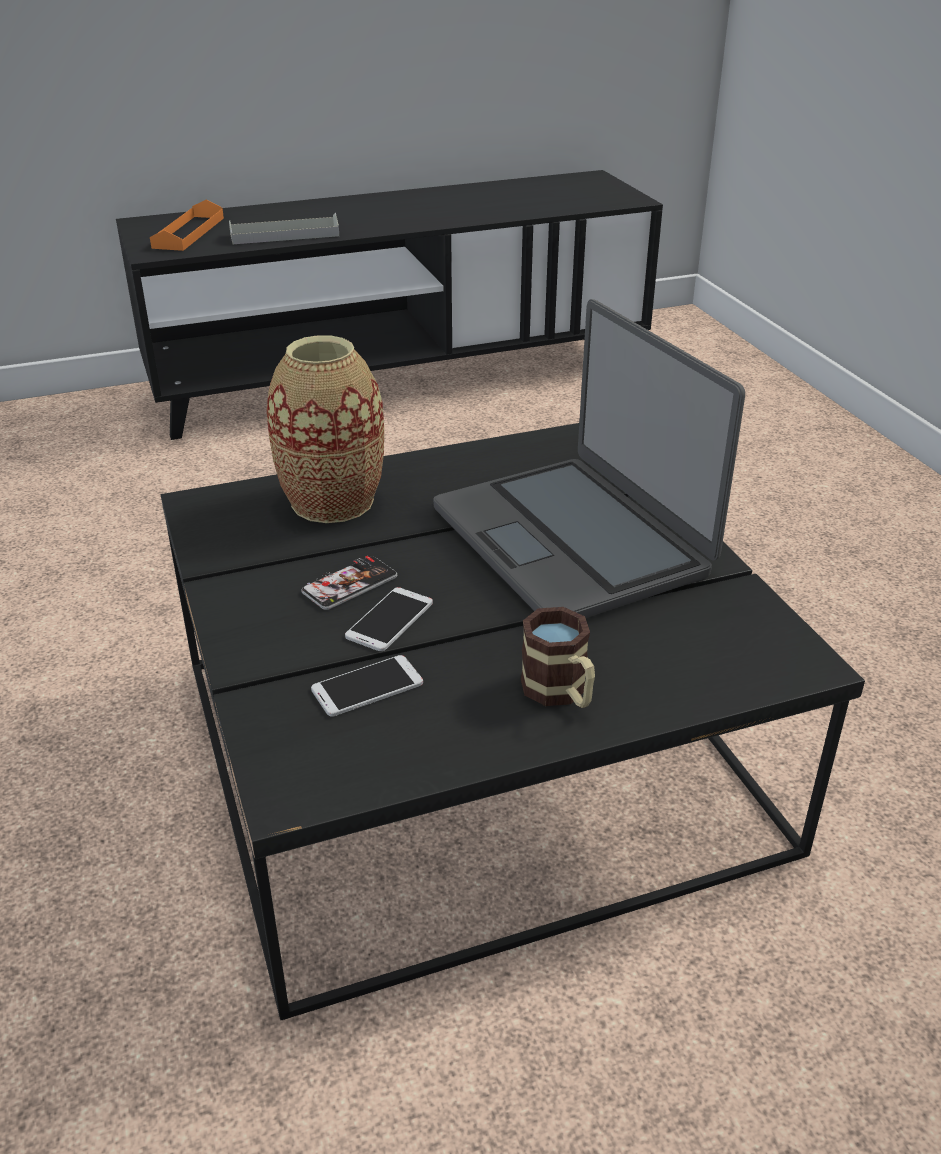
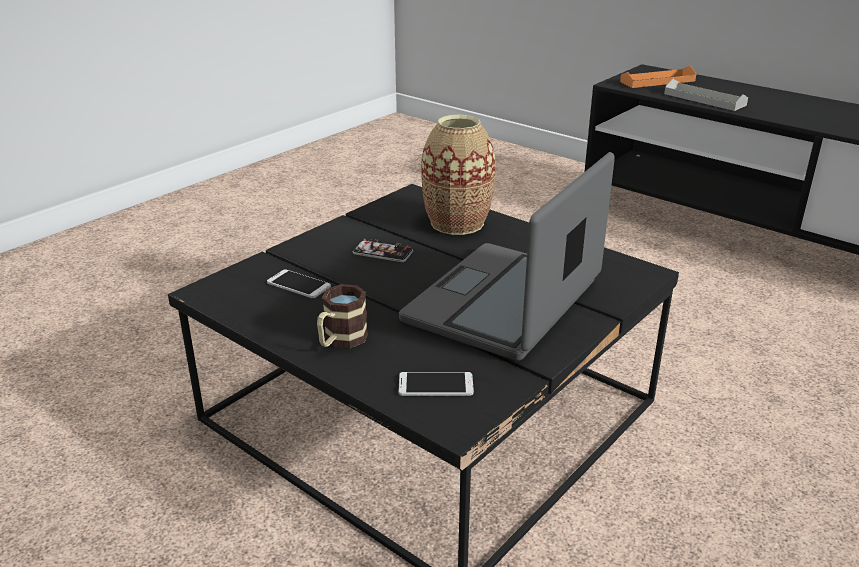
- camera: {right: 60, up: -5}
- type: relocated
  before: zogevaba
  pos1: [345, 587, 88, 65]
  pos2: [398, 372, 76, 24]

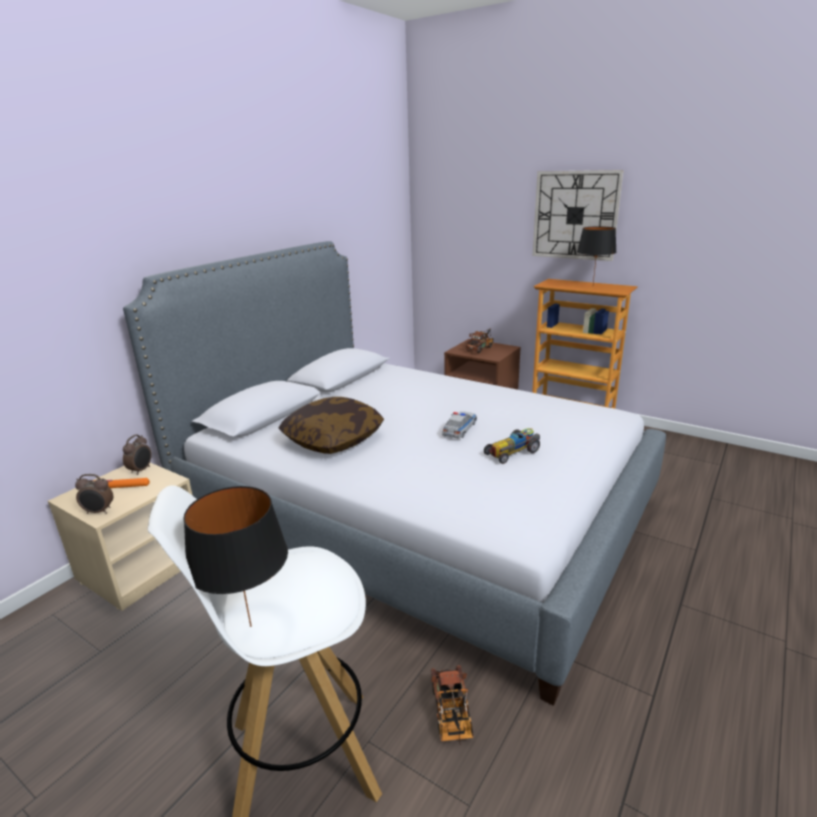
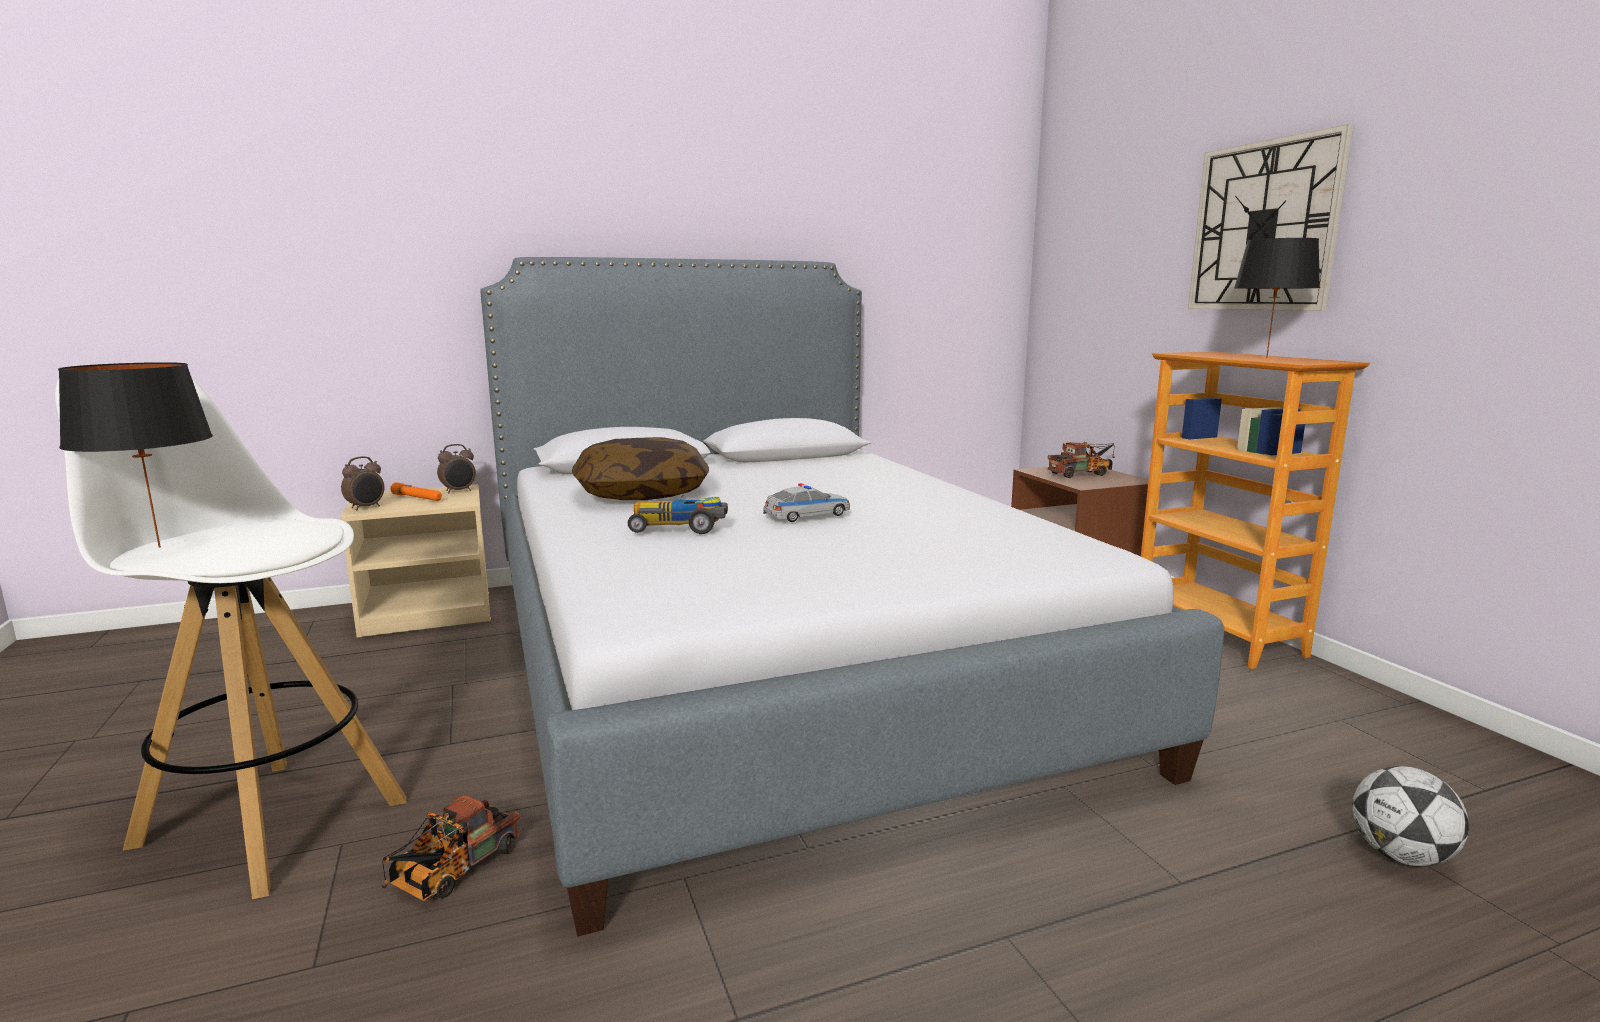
- camera: {right: 35, up: -10}
- type: relocated
  before: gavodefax
  pos1: [484, 428, 56, 36]
  pos2: [628, 495, 100, 39]
- type: spun
  before: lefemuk
  pos1: [75, 474, 38, 40]
  pos2: [341, 456, 44, 55]
  turn: -90
- type: appeared
  after: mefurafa
  pos2: [1353, 766, 116, 101]

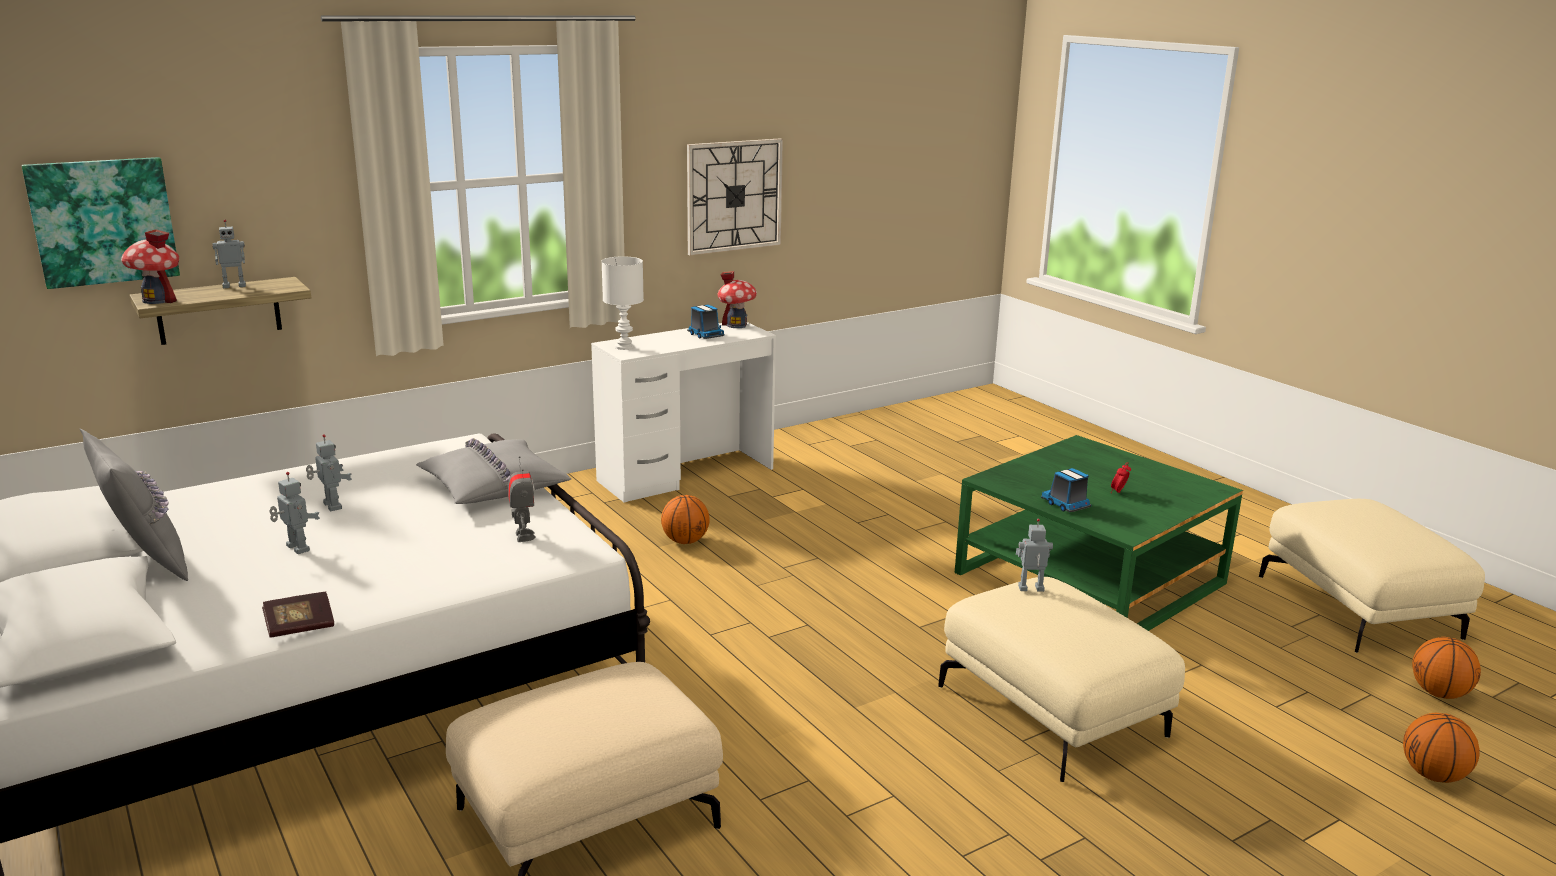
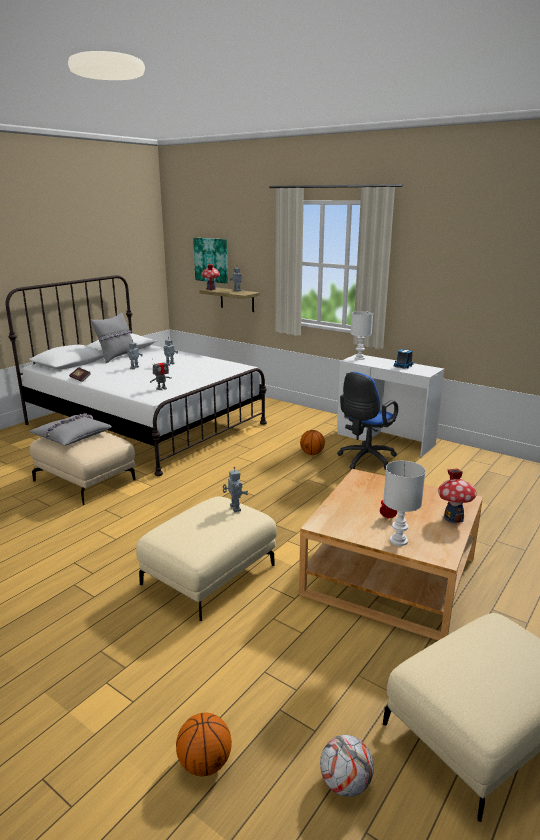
- camera: {right: 70, up: 0}
- type: missing
  before: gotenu
  pos1: [687, 138, 96, 117]
- type: relocated
  before: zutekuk
  pos1: [717, 271, 40, 57]
  pos2: [438, 469, 39, 54]
- type: colour
  before: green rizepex
  after: beige rizepex
  pos1: [955, 435, 288, 196]
  pos2: [299, 469, 184, 172]
- type: relocated
  before: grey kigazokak
  pos1: [416, 438, 155, 66]
  pos2: [29, 413, 83, 33]
- type: missing
  before: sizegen
  pos1: [1041, 468, 50, 44]
- type: exchanged
  before: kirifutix
  after: mefurafa
  pos1: [1412, 637, 69, 62]
  pos2: [320, 735, 54, 62]
- type: appeared
  after: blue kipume
  pos2: [338, 372, 60, 98]
- type: appeared
  after: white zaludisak
  pos2: [383, 461, 43, 85]

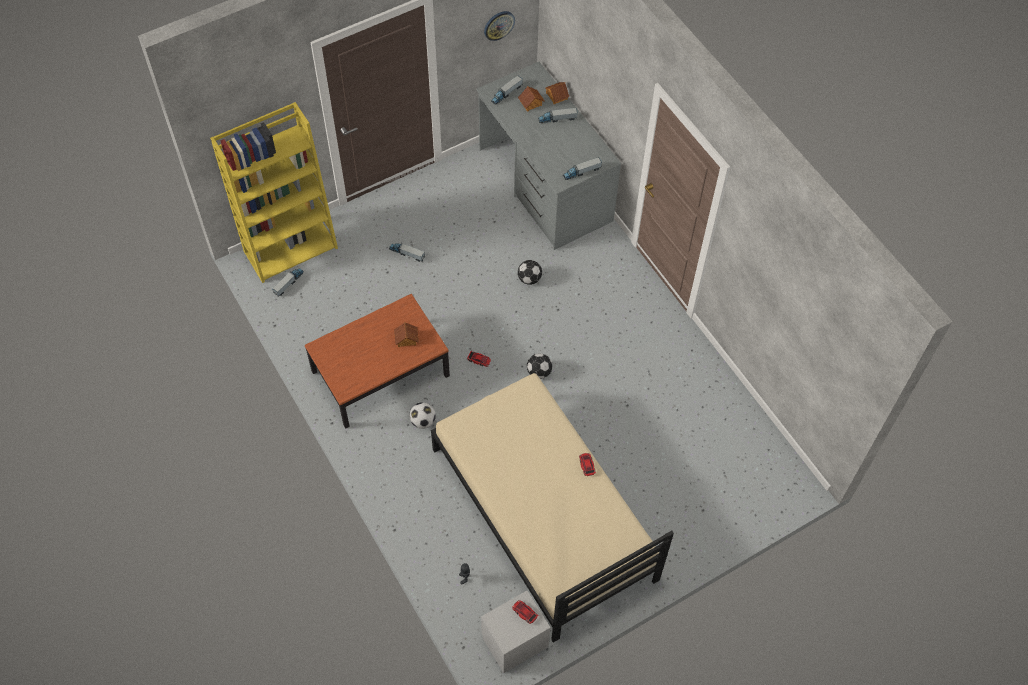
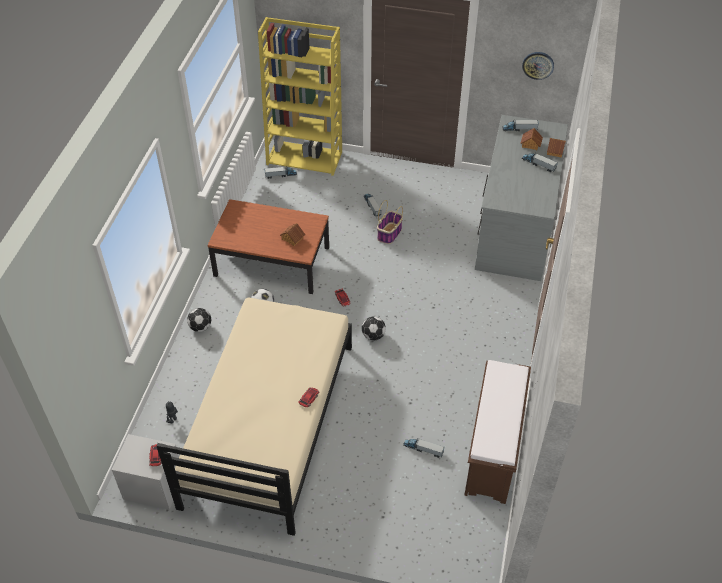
- camera: {right: 45, up: -10}
- type: relocated
  before: sizegen
  pos1: [563, 157, 39, 23]
  pos2: [403, 438, 42, 20]
- type: relocated
  before: mefurafa
  pos1: [518, 260, 24, 25]
  pos2: [187, 308, 24, 24]
- type: appeared
  after: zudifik
  pos2: [377, 200, 26, 44]
- type: appeared
  after: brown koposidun
  pos2: [465, 360, 66, 144]

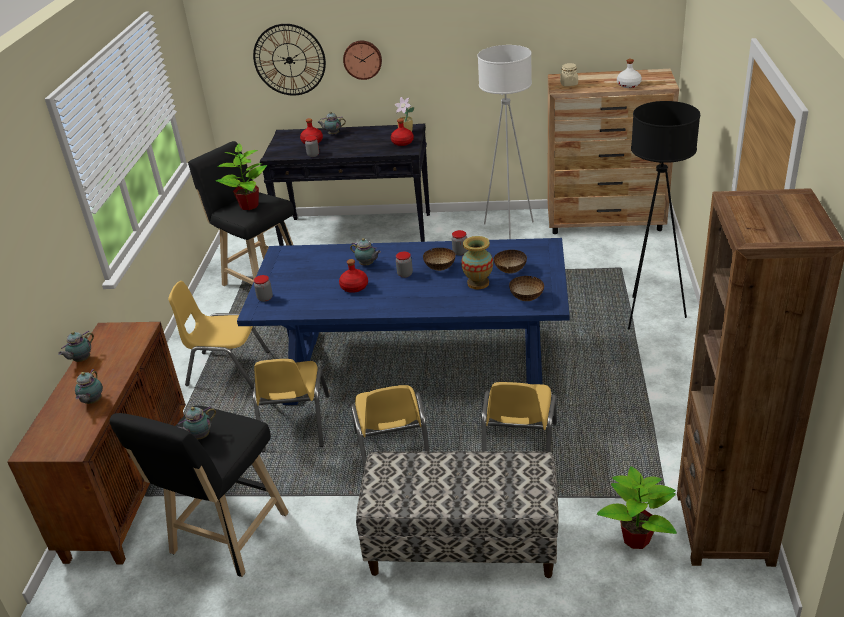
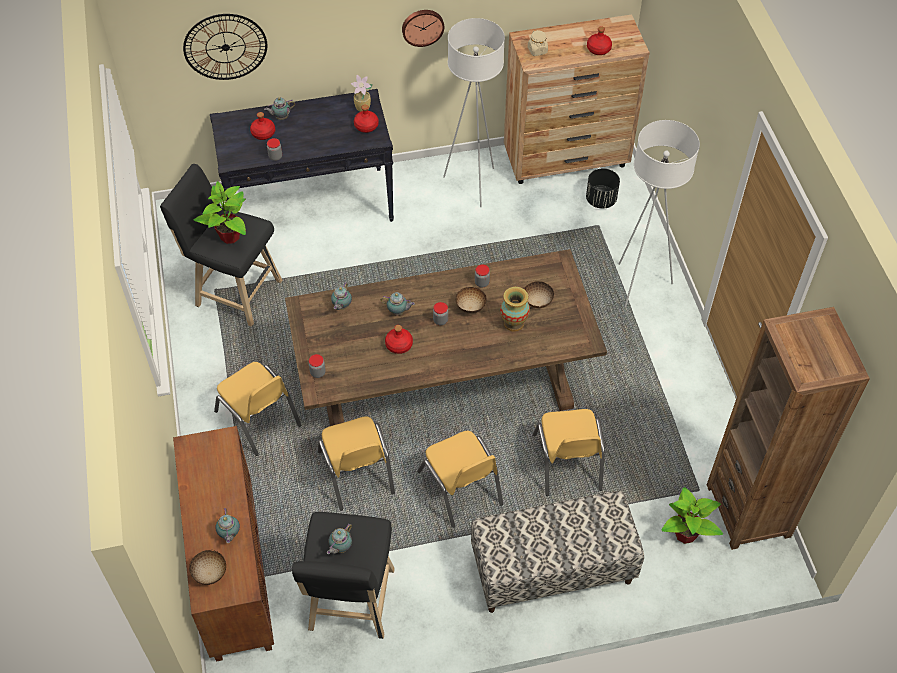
- camera: {right: -20, up: 20}
- type: relocated
  before: gotenu
  pos1: [343, 41, 39, 39]
  pos2: [402, 10, 42, 37]
- type: colour
  before: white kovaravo
  after: red kovaravo
  pos1: [617, 59, 25, 29]
  pos2: [587, 26, 25, 29]
- type: colour
  before: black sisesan
  after: white sisesan
  pos1: [628, 101, 72, 229]
  pos2: [619, 120, 81, 187]
- type: colour
  before: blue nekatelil
  after: brown nekatelil
  pos1: [237, 238, 333, 167]
  pos2: [285, 249, 322, 177]
- type: relocated
  before: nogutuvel
  pos1: [509, 276, 35, 25]
  pos2: [189, 550, 37, 35]
- type: spun
  before: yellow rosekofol
  pos1: [168, 281, 102, 107]
  pos2: [214, 362, 87, 94]
  turn: -120
- type: relocated
  before: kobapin
  pos1: [58, 331, 36, 31]
  pos2: [331, 283, 21, 27]
- type: appeared
  after: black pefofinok
  pos2: [586, 168, 34, 41]

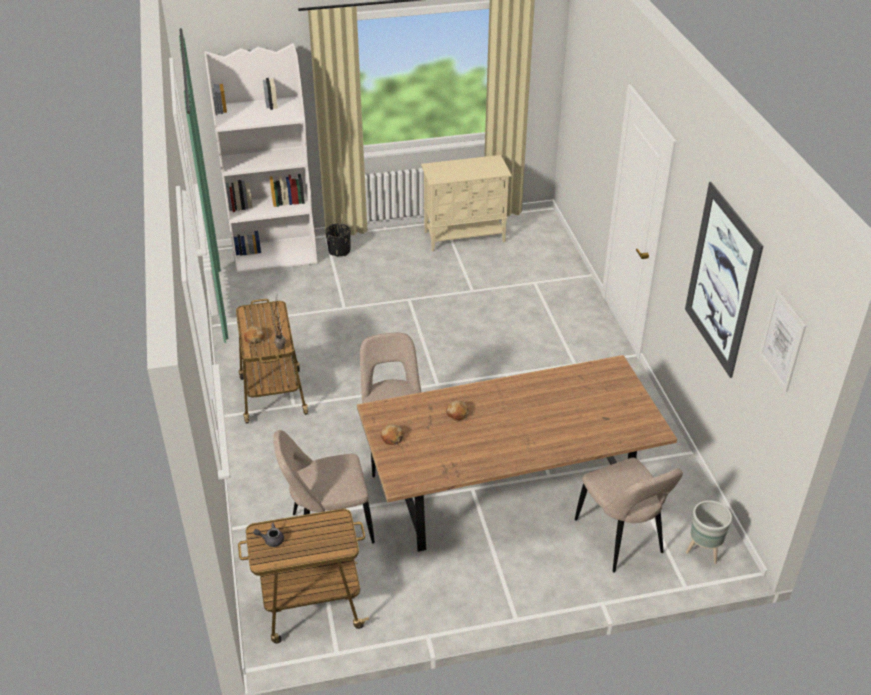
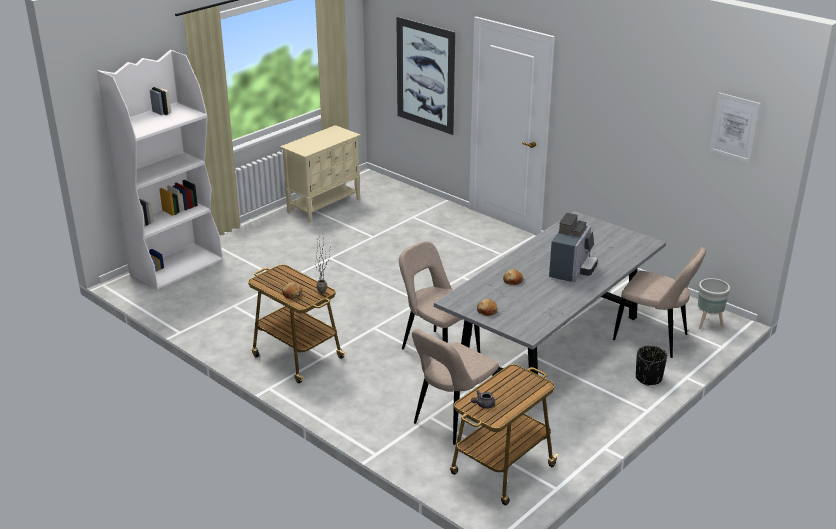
- camera: {right: -35, up: -10}
- type: relocated
  before: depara
  pos1: [685, 182, 78, 196]
  pos2: [396, 17, 59, 118]
- type: relocated
  before: black pefofinok
  pos1: [326, 223, 25, 33]
  pos2: [636, 346, 31, 40]
- type: colour
  before: brown nekatelil
  after: grey nekatelil
  pos1: [357, 355, 320, 197]
  pos2: [434, 211, 232, 164]
- type: appeared
  after: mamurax
  pos2: [549, 213, 49, 70]

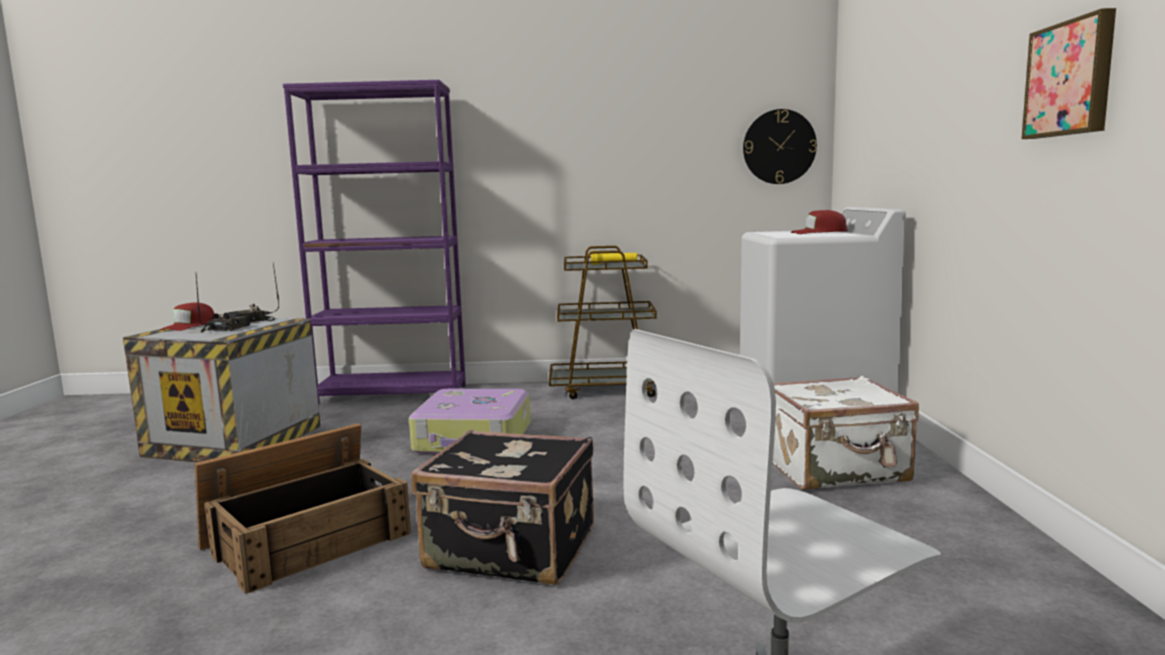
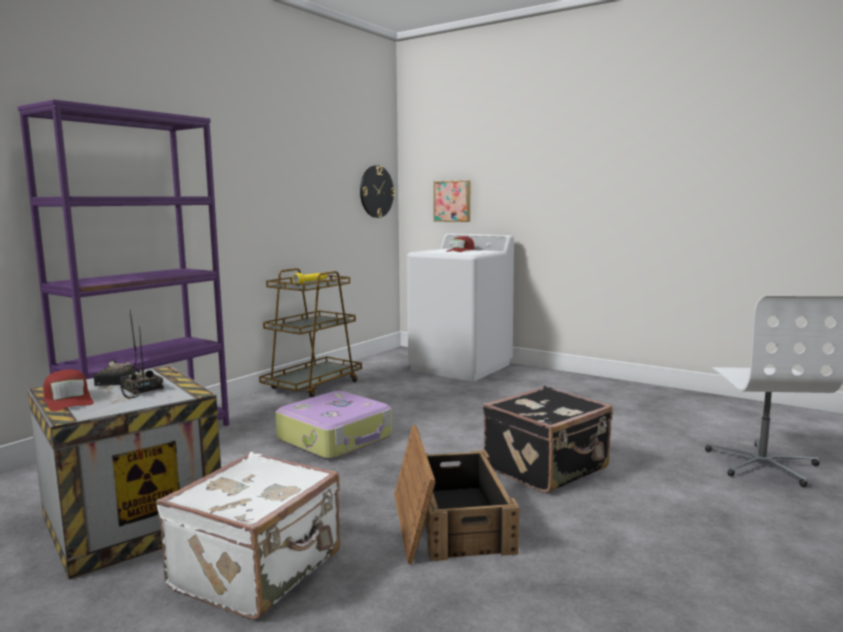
- camera: {right: -55, up: 0}
- type: relocated
  before: depara
  pos1: [1022, 8, 94, 131]
  pos2: [434, 180, 36, 42]
- type: relocated
  before: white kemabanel
  pos1: [773, 376, 146, 114]
  pos2: [156, 452, 184, 168]

